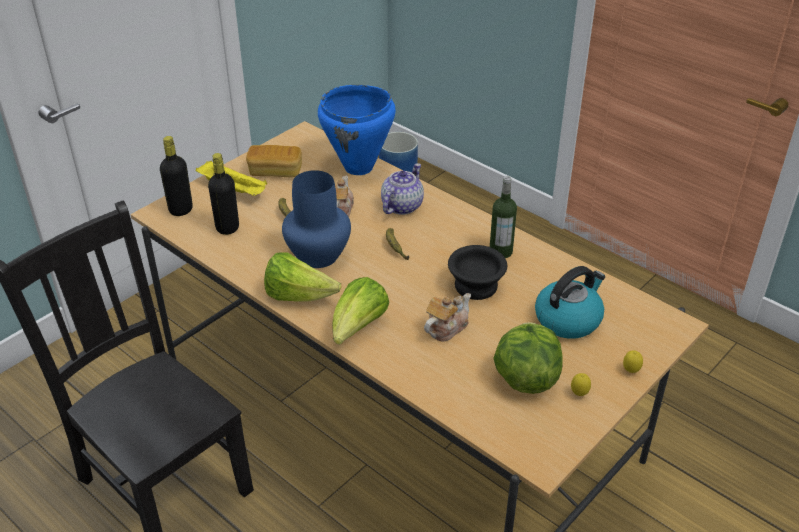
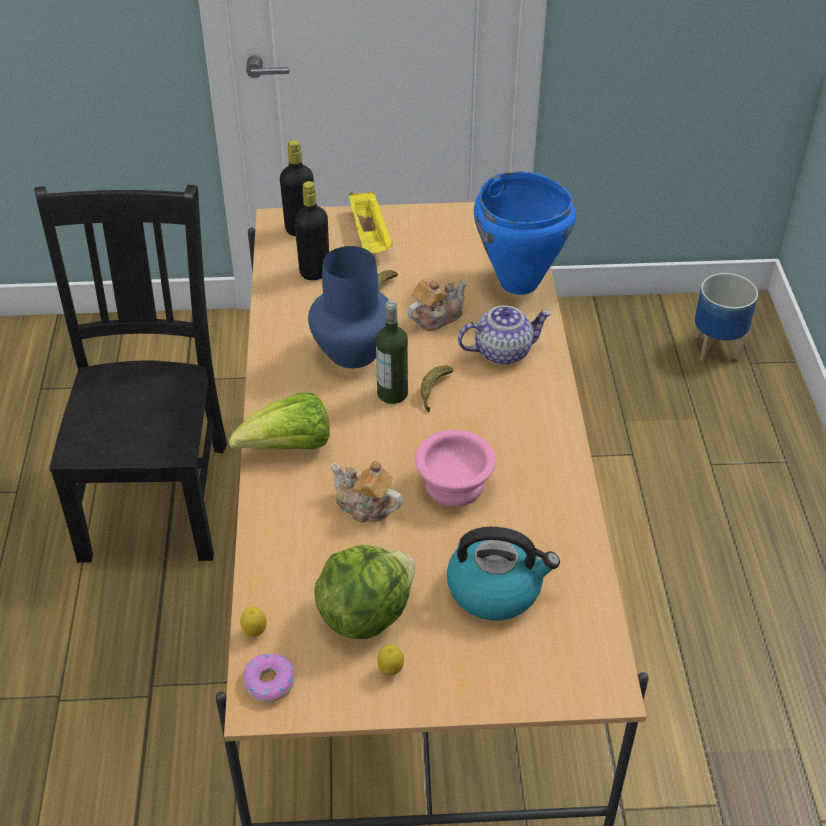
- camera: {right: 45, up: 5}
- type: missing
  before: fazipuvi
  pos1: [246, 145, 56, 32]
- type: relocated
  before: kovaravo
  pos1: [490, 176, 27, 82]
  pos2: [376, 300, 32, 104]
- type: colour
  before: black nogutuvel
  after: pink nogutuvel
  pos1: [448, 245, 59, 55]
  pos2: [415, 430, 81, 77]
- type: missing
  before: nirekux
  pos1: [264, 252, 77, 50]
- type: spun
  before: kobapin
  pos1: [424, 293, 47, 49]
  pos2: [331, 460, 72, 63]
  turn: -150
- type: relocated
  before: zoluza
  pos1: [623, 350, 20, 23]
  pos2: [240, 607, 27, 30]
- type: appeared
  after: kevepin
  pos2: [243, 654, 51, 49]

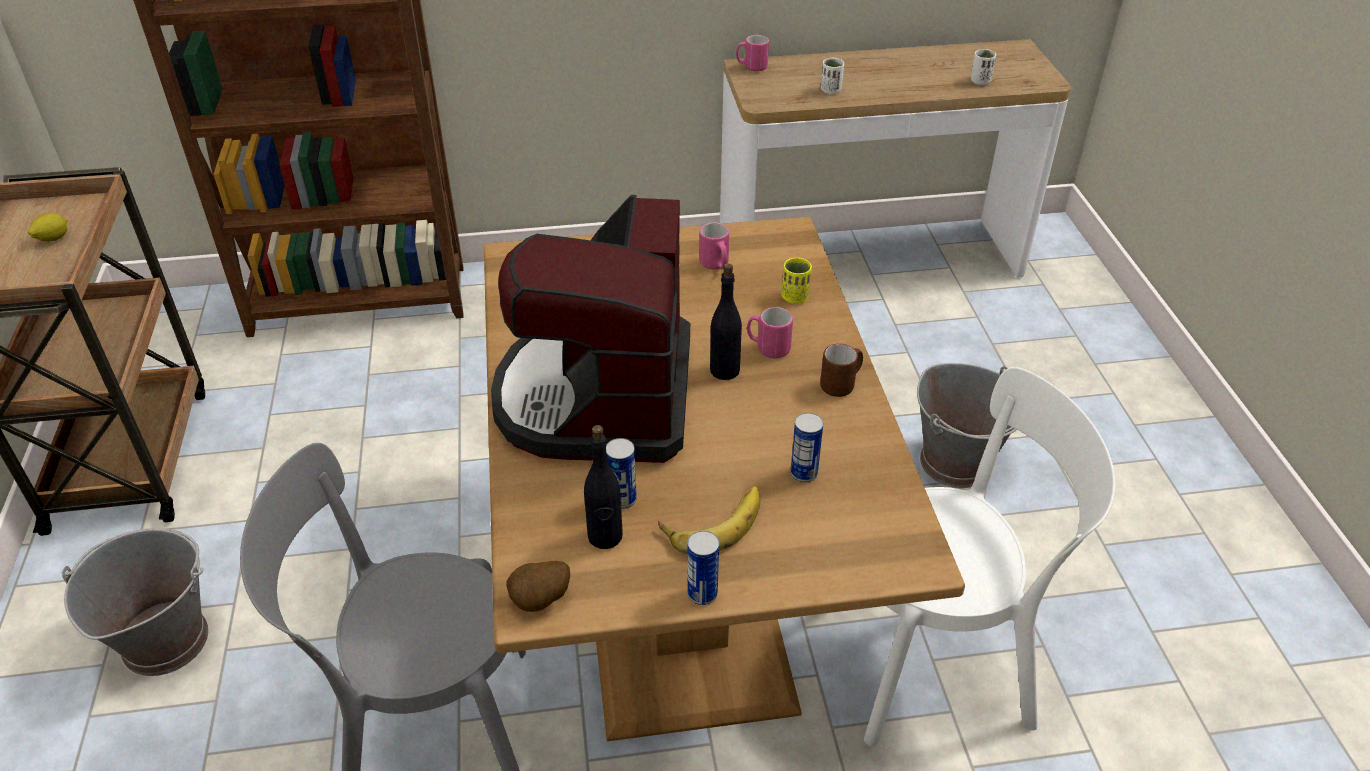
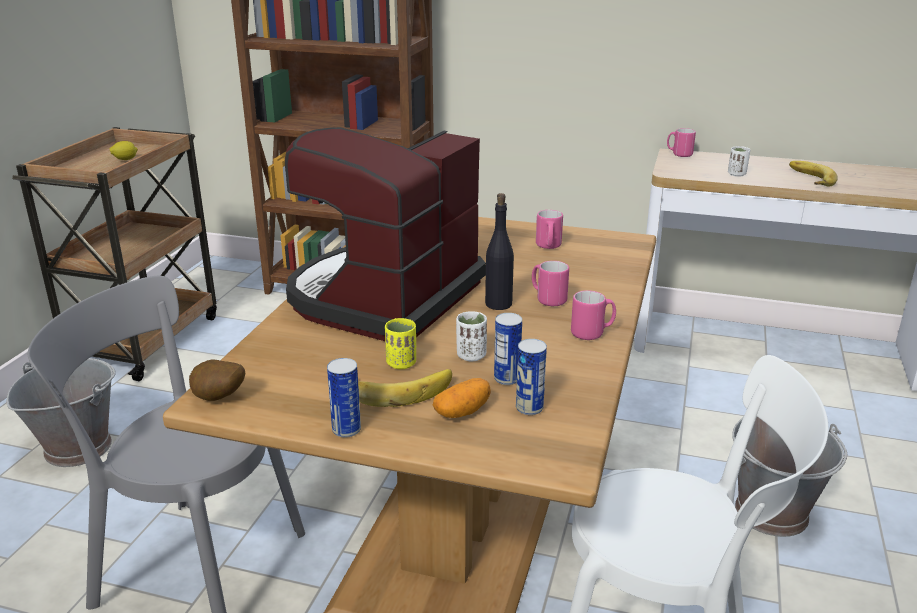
- camera: {right: 25, up: -15}
- type: relocated
  before: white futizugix
  pos1: [971, 49, 25, 36]
  pos2: [456, 311, 31, 50]
- type: relocated
  before: yellow futizugix
  pos1: [781, 258, 31, 46]
  pos2: [385, 318, 31, 51]
- type: colour
  before: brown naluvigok
  after: pink naluvigok
  pos1: [820, 344, 43, 53]
  pos2: [571, 290, 45, 50]
- type: missing
  before: black kovaravo
  pos1: [584, 425, 39, 124]
- type: relocated
  before: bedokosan
  pos1: [606, 438, 31, 71]
  pos2: [516, 339, 31, 76]
- type: appeared
  after: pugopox
  pos2: [789, 161, 49, 26]
- type: appeared
  after: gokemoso
  pos2: [433, 378, 58, 40]

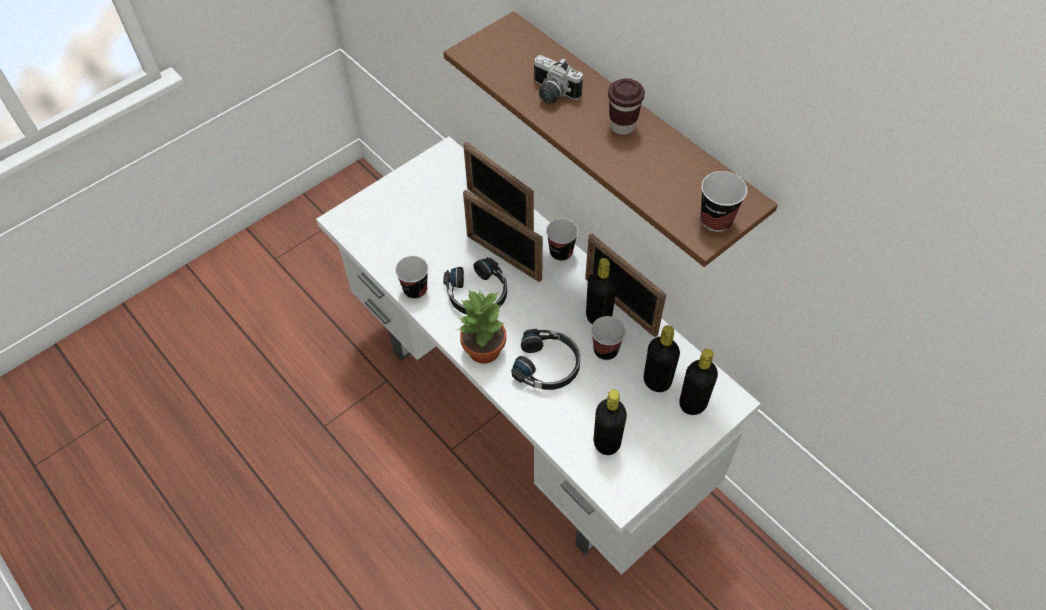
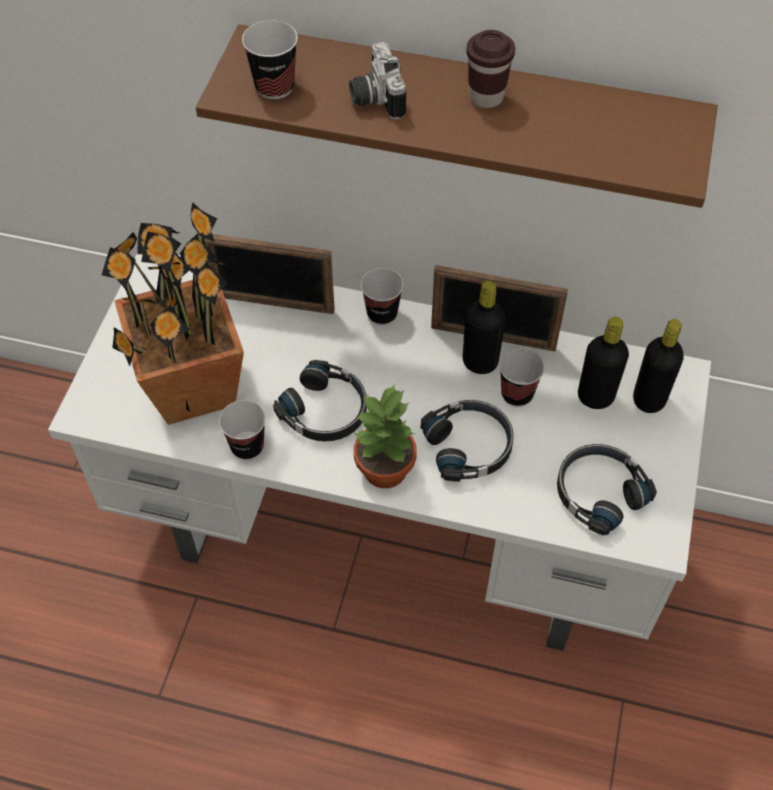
- camera: {right: -35, up: 0}
- type: spun
  before: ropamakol
  pos1: [533, 55, 50, 49]
  pos2: [349, 42, 57, 78]
  turn: 75
- type: relocated
  before: futizugix
  pos1: [701, 171, 46, 61]
  pos2: [242, 20, 56, 79]
- type: missing
  before: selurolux
  pos1: [463, 190, 80, 92]
- type: exchanged
  before: black kovaravo
  after: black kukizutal
  pos1: [594, 389, 33, 66]
  pos2: [557, 444, 100, 91]
- type: appeared
  after: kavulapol
  pos2: [102, 202, 142, 223]

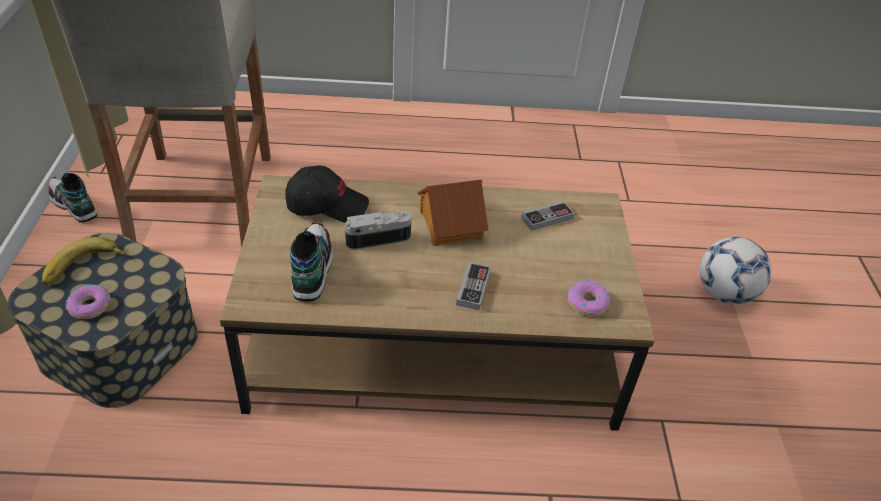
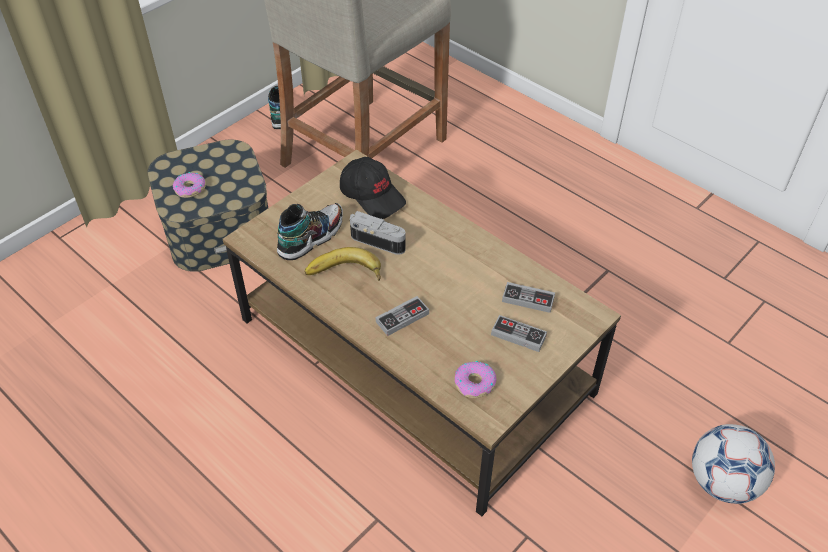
- camera: {right: 45, up: 5}
- type: missing
  before: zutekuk
  pos1: [418, 179, 71, 67]
- type: relocated
  before: pugopox
  pos1: [42, 237, 83, 48]
  pos2: [305, 247, 76, 34]
- type: appeared
  after: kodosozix
  pos2: [491, 315, 56, 37]

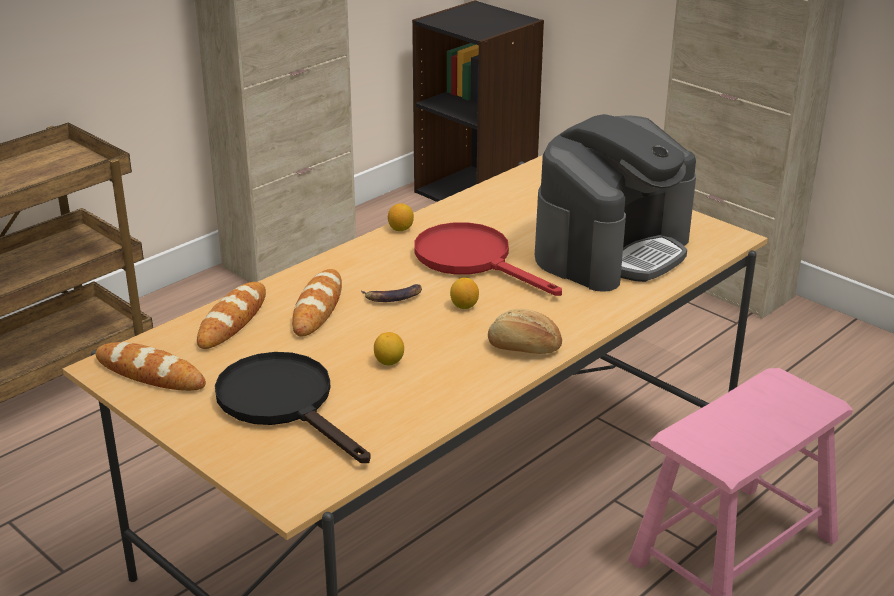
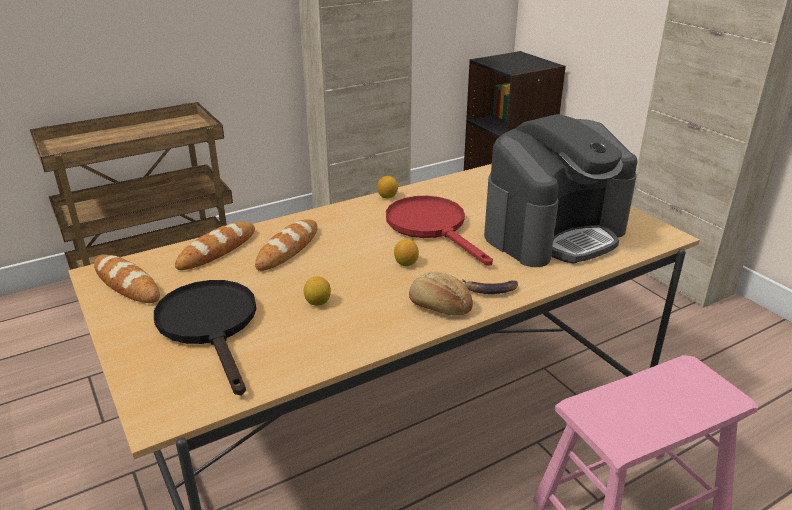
- camera: {right: 15, up: 0}
- type: relocated
  before: pugopox
  pos1: [361, 284, 61, 18]
  pos2: [462, 279, 56, 15]

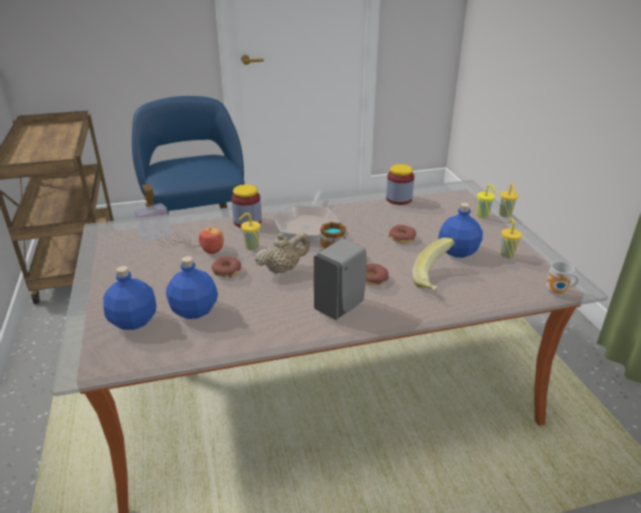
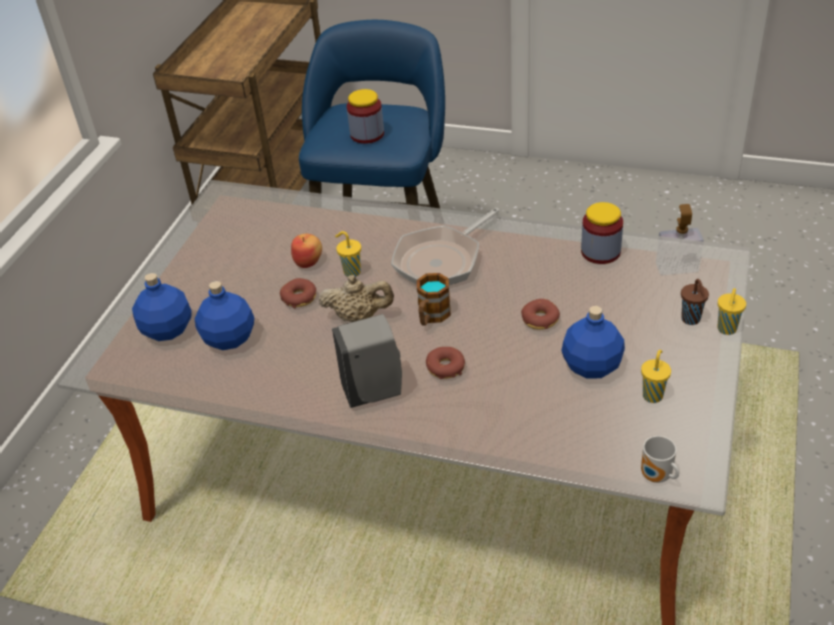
- camera: {right: 35, up: 10}
- type: relocated
  before: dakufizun
  pos1: [134, 184, 37, 58]
  pos2: [656, 204, 48, 71]
- type: relocated
  before: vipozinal
  pos1: [231, 184, 31, 44]
  pos2: [347, 89, 37, 55]
- type: colour
  before: yellow futizugix
  after: brown futizugix
  pos1: [477, 184, 20, 34]
  pos2: [681, 279, 28, 46]
- type: missing
  before: pugopox
  pos1: [412, 237, 43, 54]

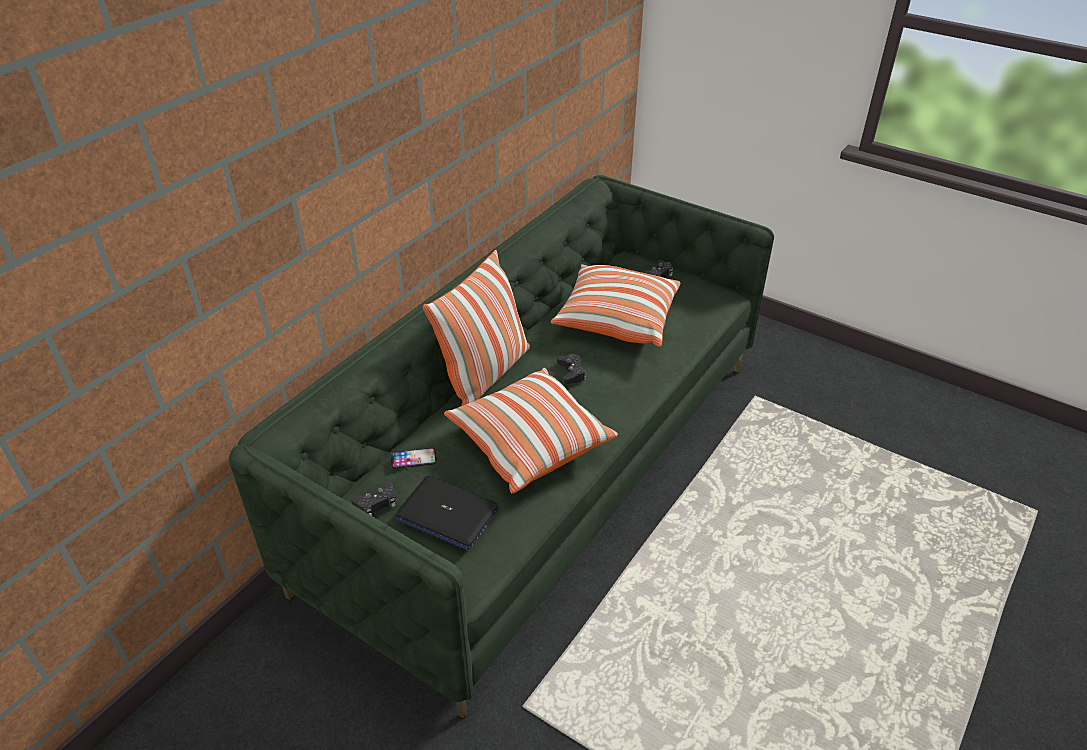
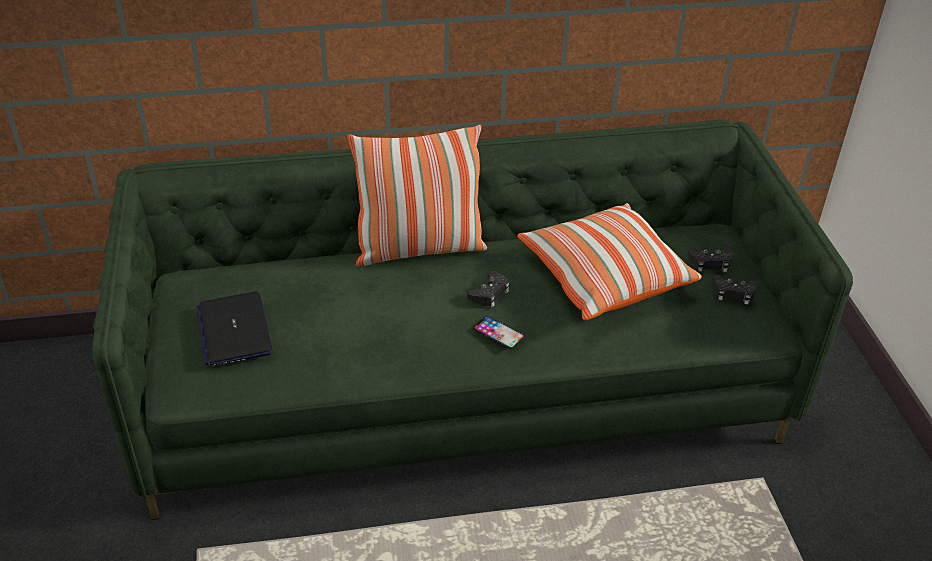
- camera: {right: 45, up: 0}
- type: missing
  before: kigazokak
  pos1: [444, 368, 174, 126]
- type: relocated
  before: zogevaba
  pos1: [391, 448, 45, 21]
  pos2: [473, 316, 52, 33]
- type: relocated
  before: black kodosozix
  pos1: [351, 481, 45, 35]
  pos2: [713, 275, 45, 30]

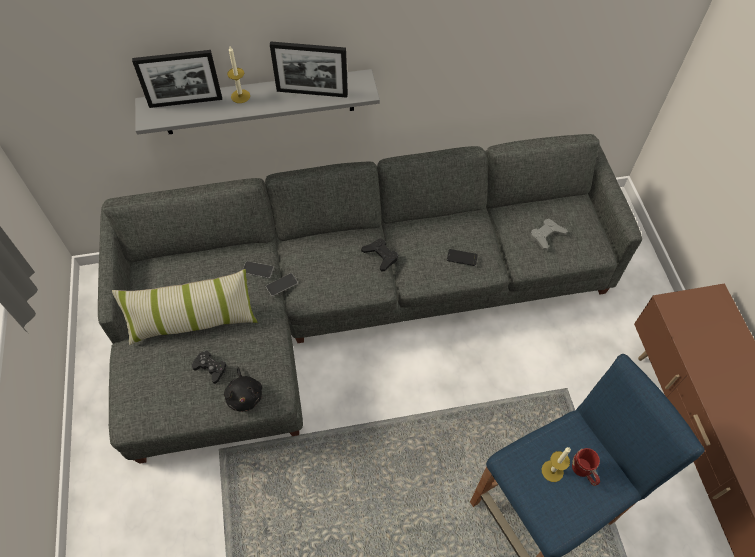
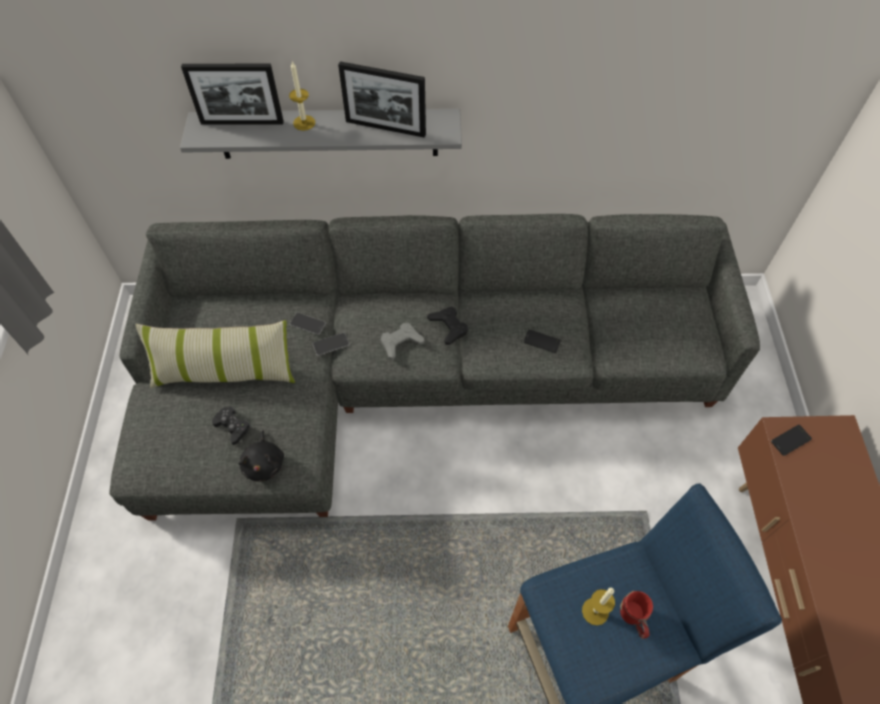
- camera: {right: 10, up: 0}
- type: relocated
  before: grey kodosozix
  pos1: [531, 219, 37, 31]
  pos2: [381, 323, 43, 37]
- type: appeared
  after: zogevaba
  pos2: [771, 425, 41, 31]

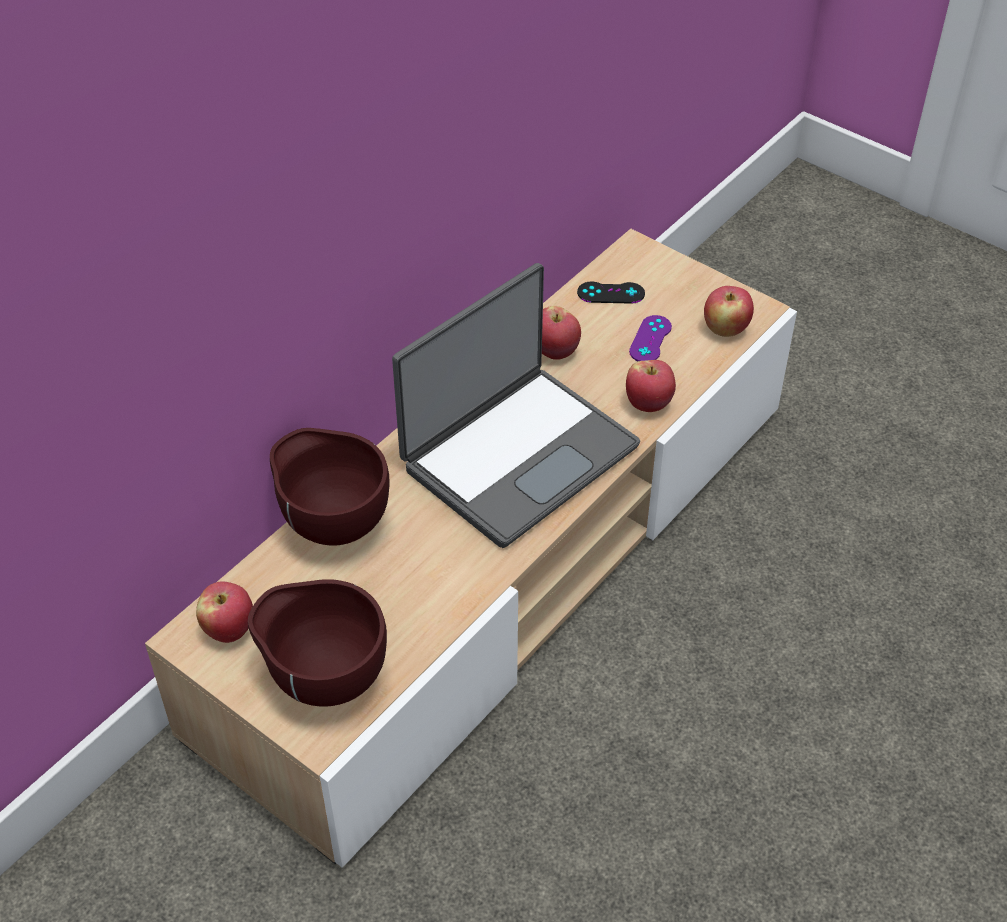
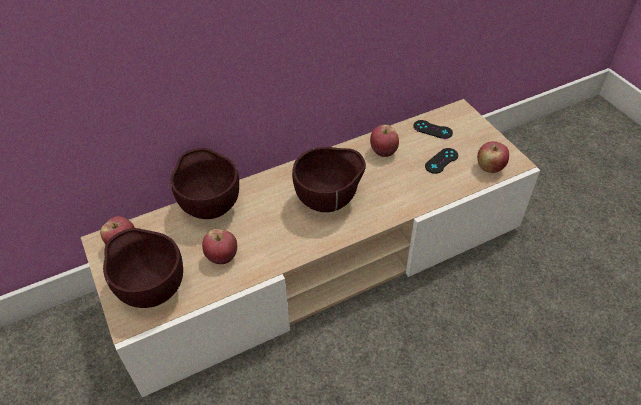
- camera: {right: 25, up: 0}
- type: exchanged
  before: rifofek
  after: brown nogutuvel
  pos1: [392, 263, 248, 285]
  pos2: [292, 147, 74, 65]
- type: colour
  before: purple kodosozix
  after: black kodosozix
  pos1: [629, 315, 43, 46]
  pos2: [425, 148, 33, 26]
- type: relocated
  before: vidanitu
  pos1: [626, 360, 50, 52]
  pos2: [202, 229, 35, 35]

